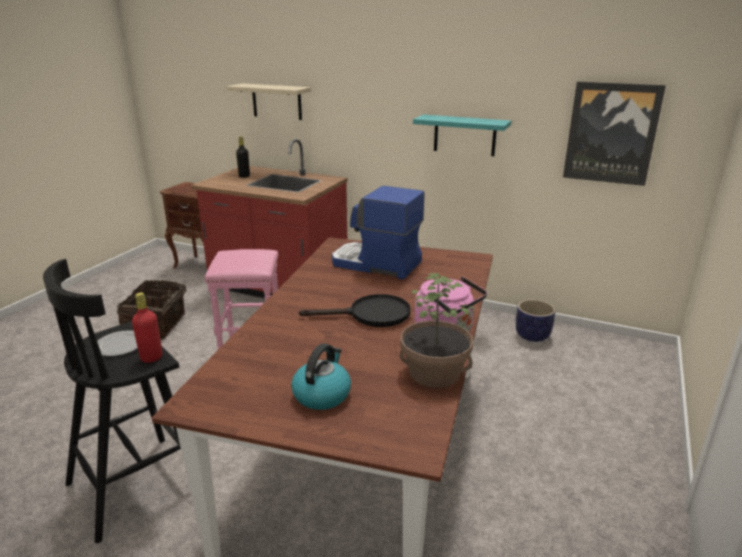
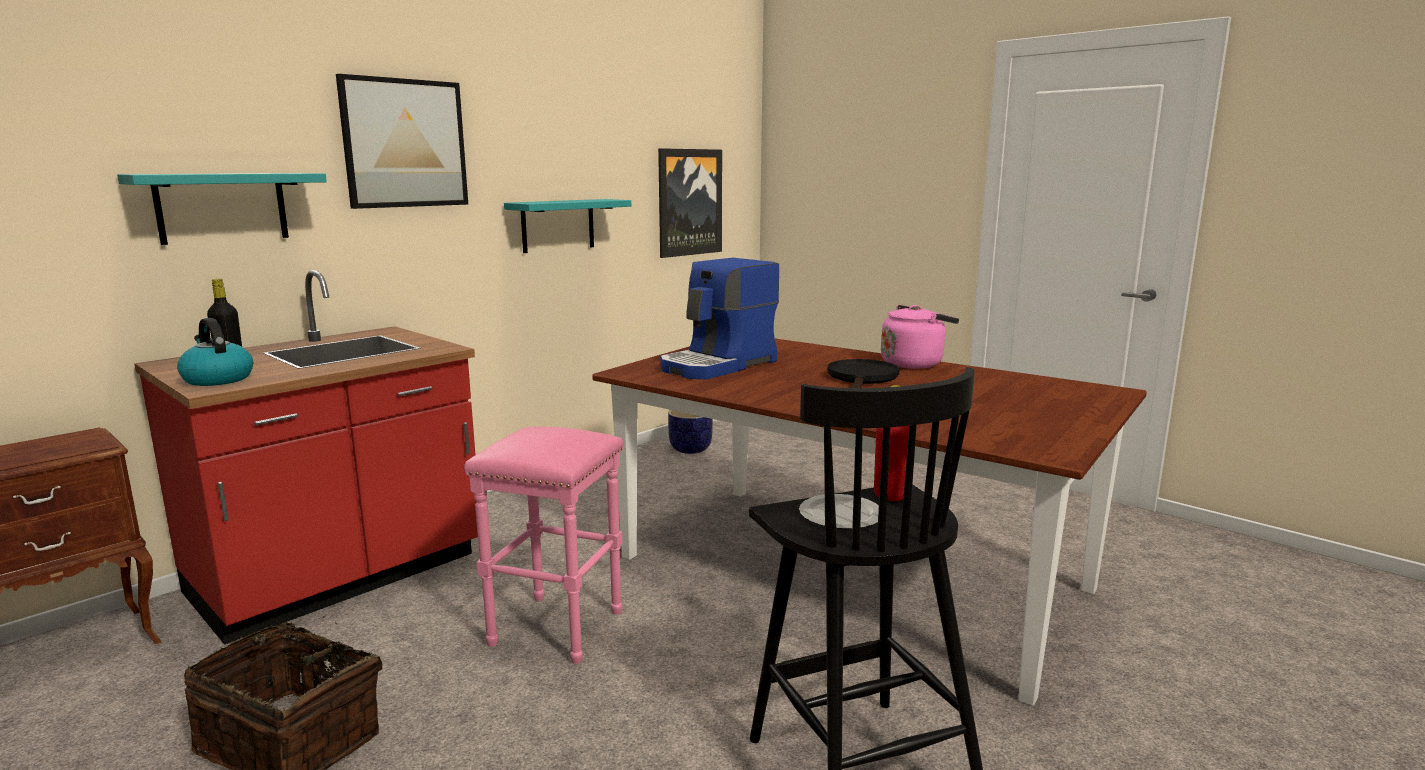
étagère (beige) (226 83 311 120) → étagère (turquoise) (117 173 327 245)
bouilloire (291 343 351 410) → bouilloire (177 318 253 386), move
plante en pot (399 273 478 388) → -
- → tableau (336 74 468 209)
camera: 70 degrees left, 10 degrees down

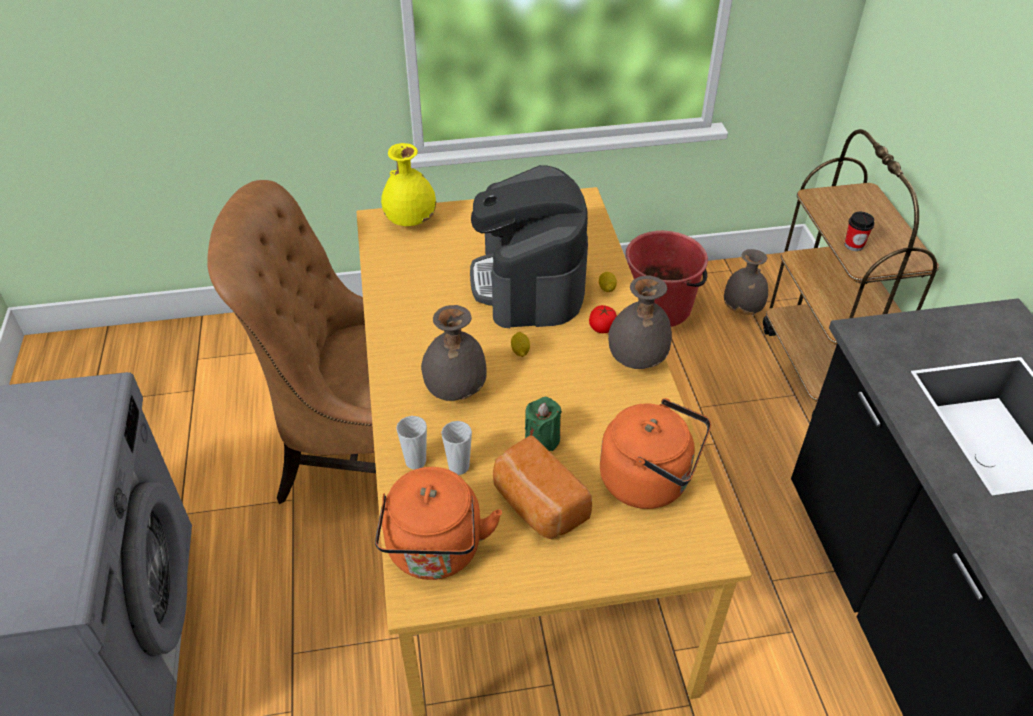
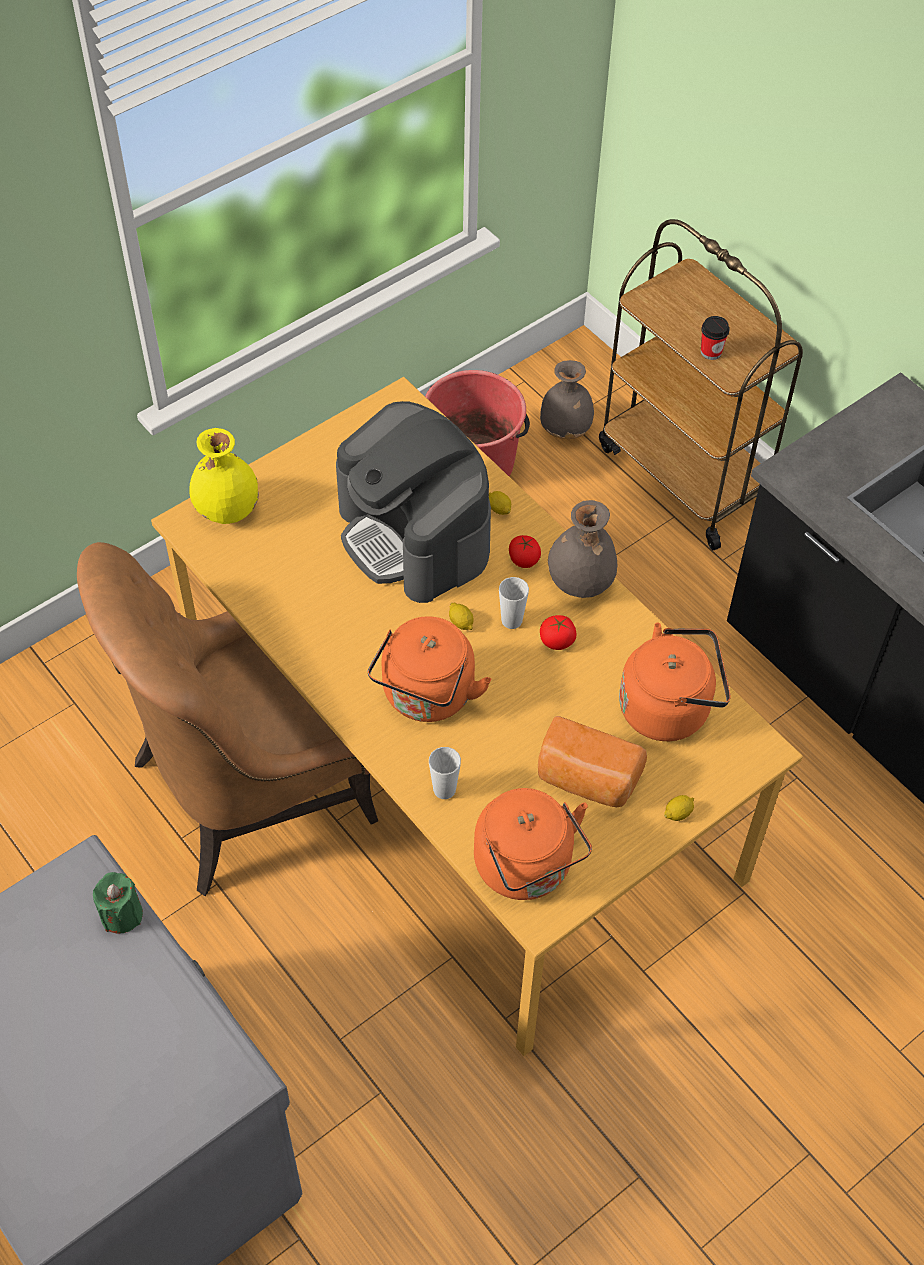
vase (gris) (421 305 487 401) → bouilloire (orange) (368 616 492 722)
tasse (441 421 472 475) → tasse (499 577 529 629), move
bougie (vert) (525 397 562 451) → bougie (vert) (93 872 143 933), move
- → tomate (540 615 576 650)
- → citron (664 795 694 821)
camera: 30 degrees left, 10 degrees up

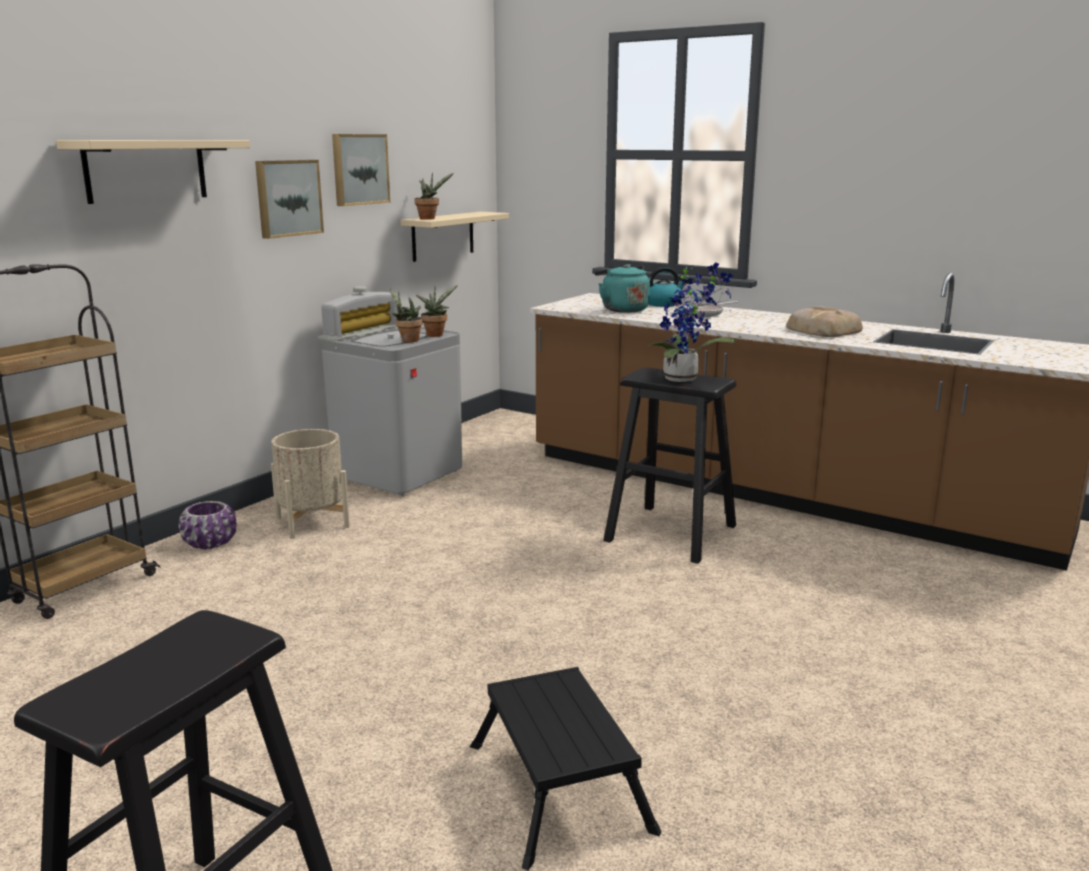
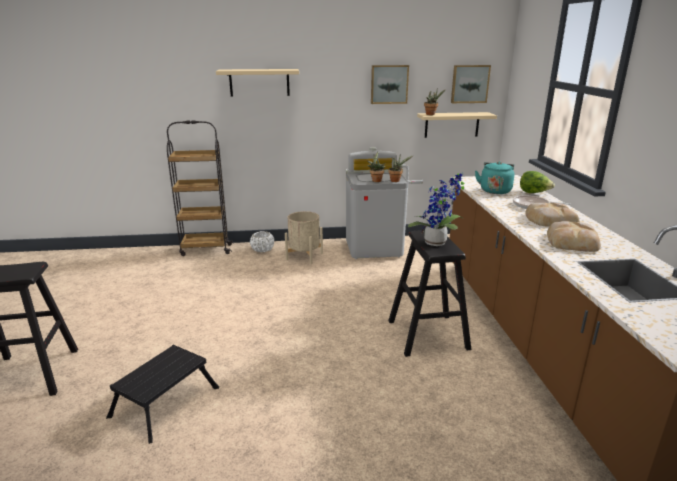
cache-pot (violet) (178 501 237 549) → cache-pot (blanc) (250 231 274 252)
tableau (255 160 324 239) → tableau (451 65 491 103), move
bouilloire (648 267 684 307) → laitue (520 171 555 193)
- → pain (525 203 580 227)
camera: 50 degrees right, 5 degrees up

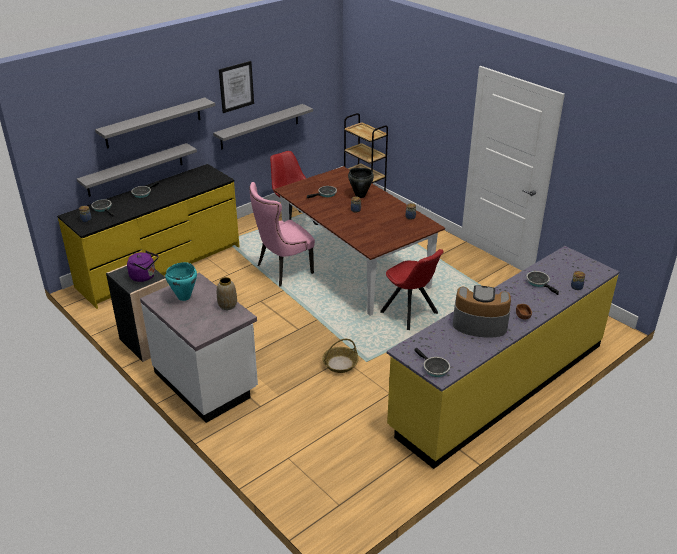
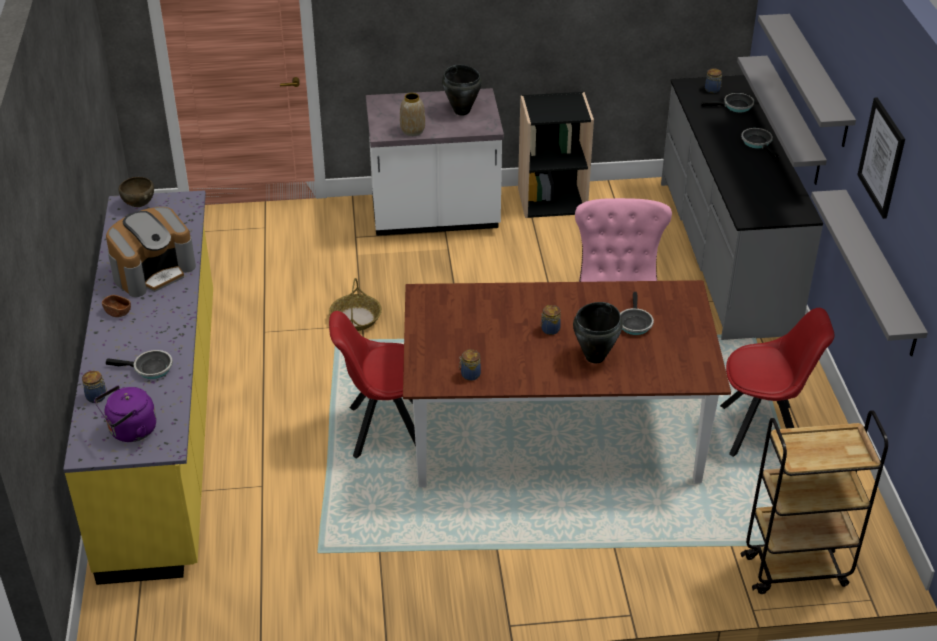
commode (jaune) (57 164 240 309) → commode (gris) (661 75 823 340)
bouilloire (violet) (127 251 158 282) → bouilloire (violet) (94 386 156 442), move
marmite (turquoise) (165 262 197 301) → marmite (noir) (442 65 482 116)
poêle (415 348 450 377) → bol (marron) (119 177 154 207)
camera: 125 degrees right, 5 degrees up

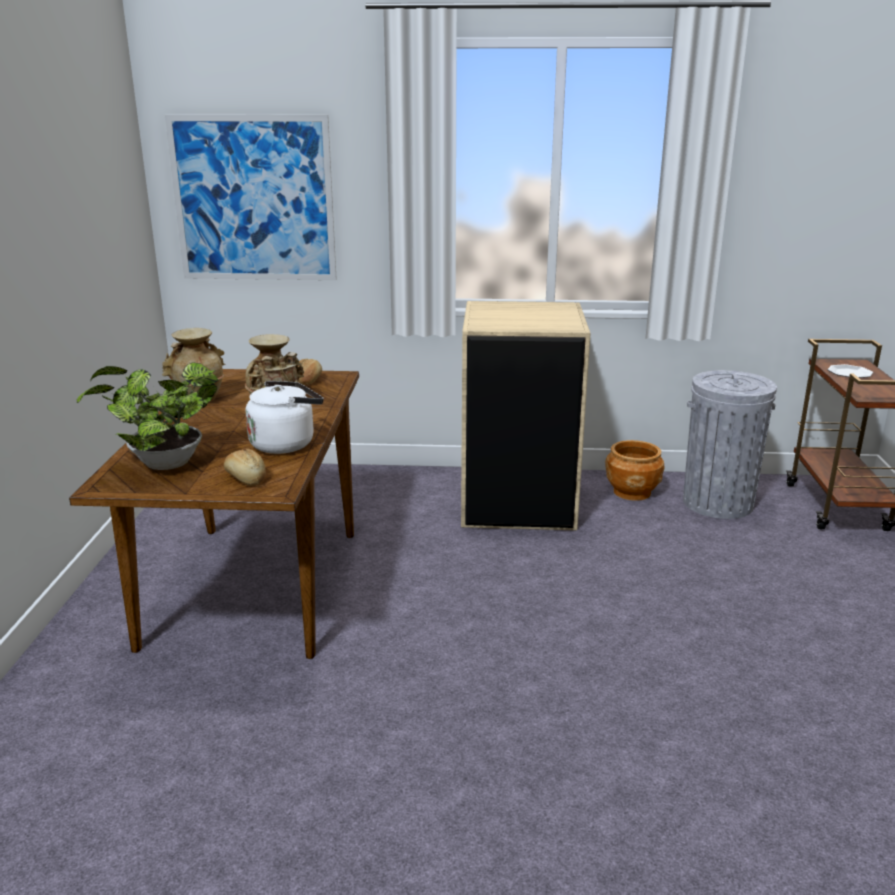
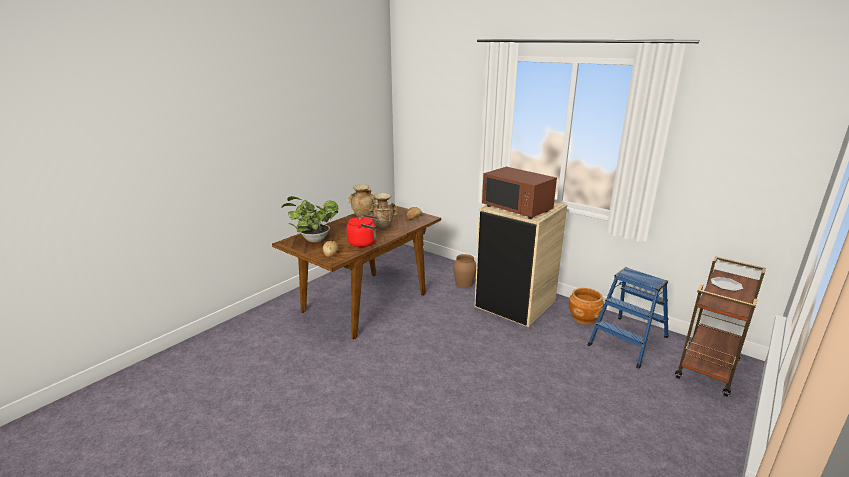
tableau (165 114 337 280) → -
bouilloire (blanc) (245 381 323 454) → bouilloire (rouge) (346 214 379 247)
poubelle (gris) (683 370 777 519) → escabeau (bleu) (587 267 669 369)
- → vase (marron) (453 254 476 288)
- → micro-ondes (marron) (482 167 557 219)
camera: 35 degrees right, 0 degrees up

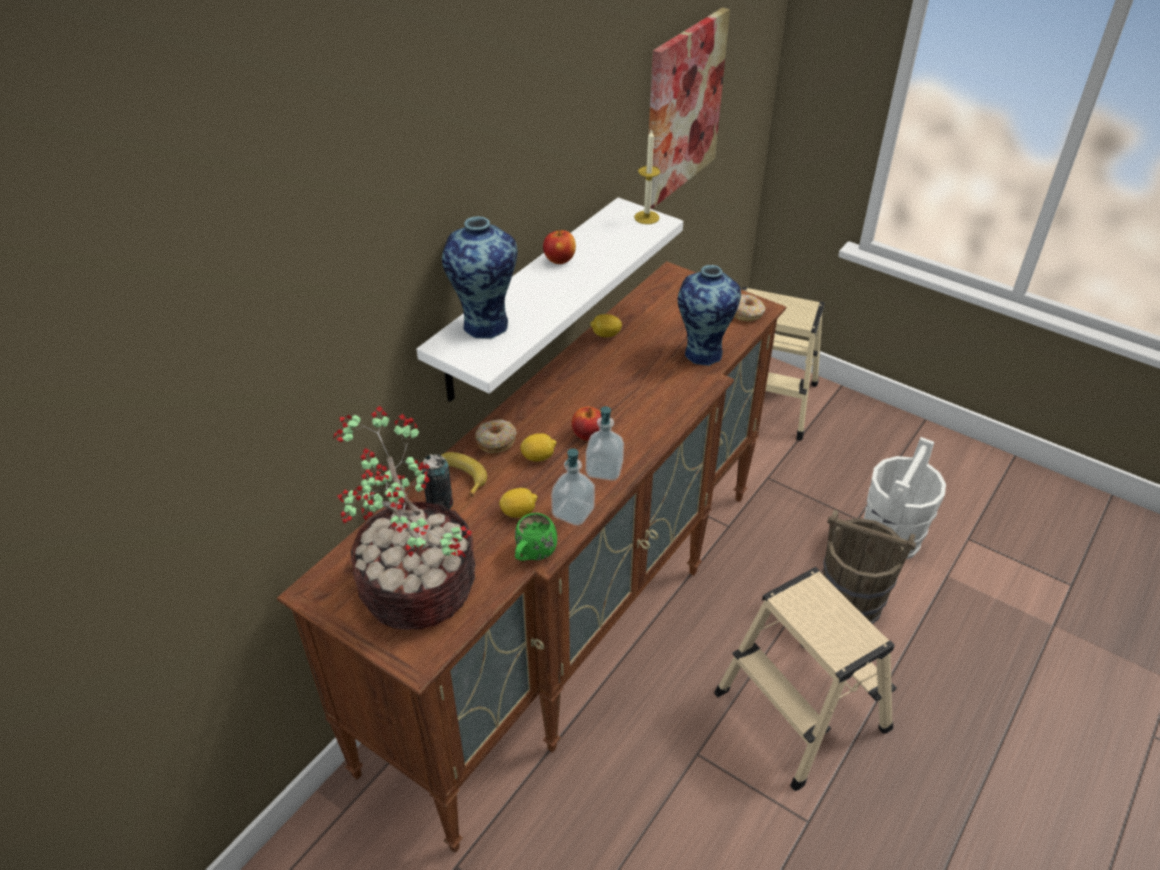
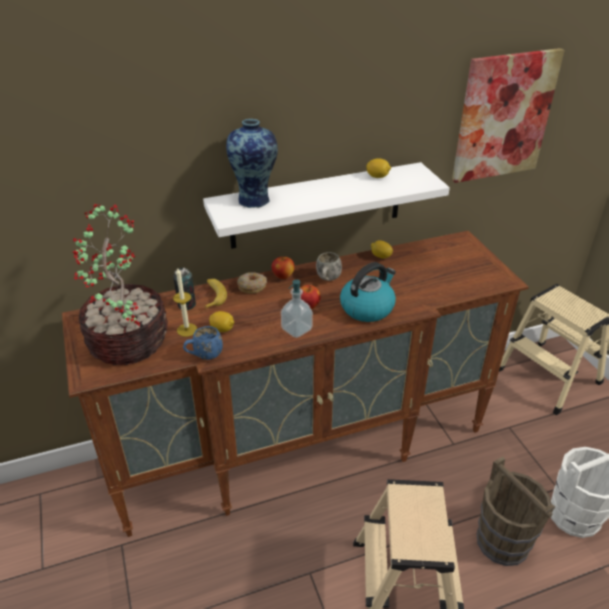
mug (vert) (515 513 557 561) → mug (bleu) (183 326 223 360)
citron (520 433 557 462) → citron (366 158 391 178), move
pomme (543 230 576 264) → pomme (272 257 295 279), move
distributeur de savon (551 448 595 526) → -
bougie (634 129 660 224) → bougie (173 268 197 337), move
vase (678 265 741 366) → -
beignet (734 294 766 321) → -
- → mug (blanc) (316 252 342 281)
- → bouilloire (340 262 396 322)
camera: 35 degrees right, 5 degrees down

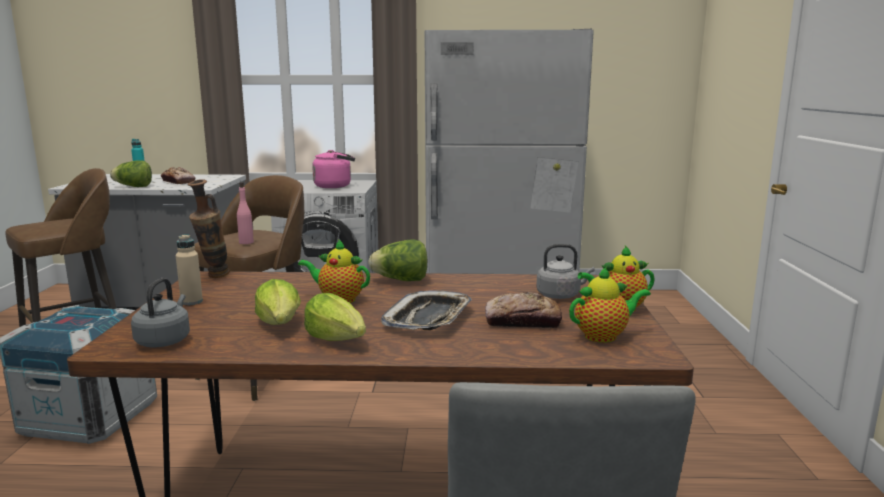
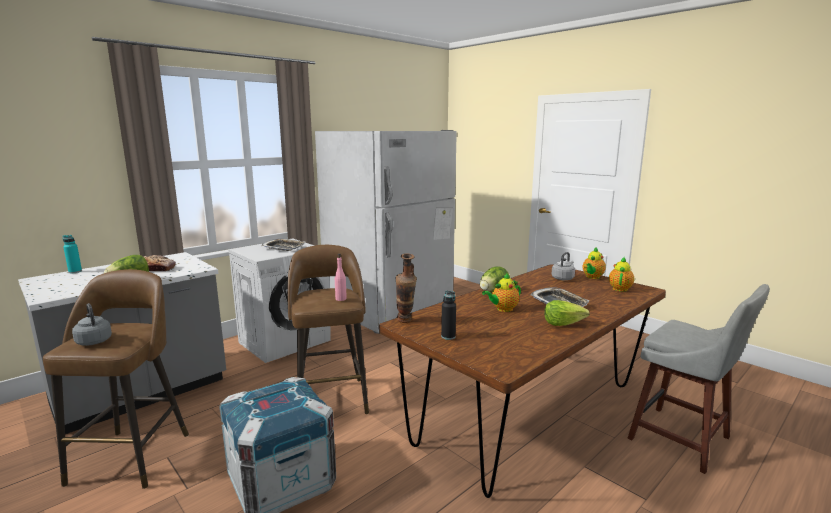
bouilloire (gris) (131 278 190 348) → bouilloire (gris) (72 303 112 346), move
bouteille (beige) (176 234 203 305) → bouteille (noir) (441 291 456 340)
laitue (255 279 301 325) → -
bouilloire (rose) (312 150 355 188) → plateau (261 239 305 251)
pain (485 292 562 329) → -
camera: 45 degrees left, 0 degrees up

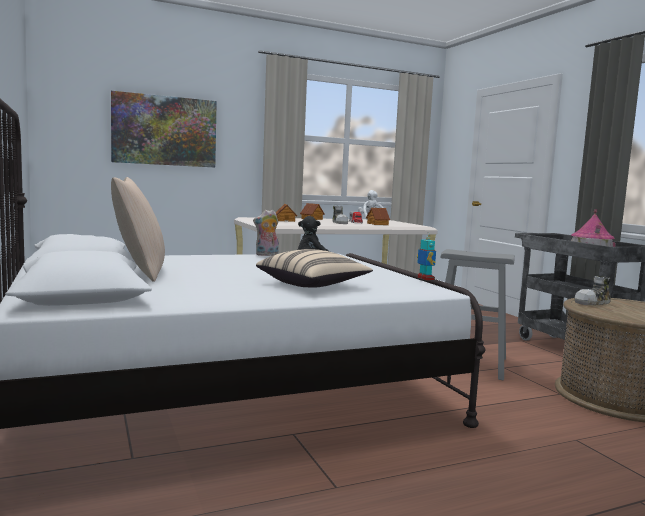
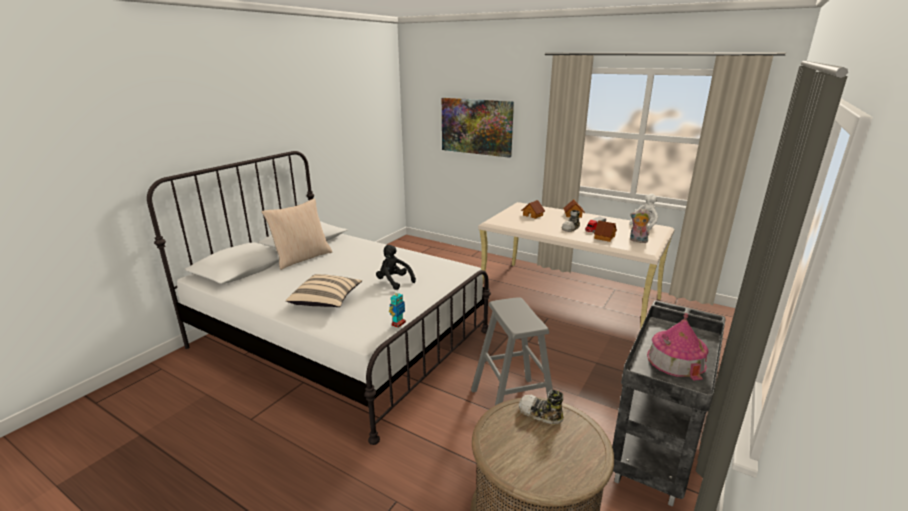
peluche (253 210 279 256) → peluche (630 208 651 243), move
camera: 55 degrees right, 15 degrees up

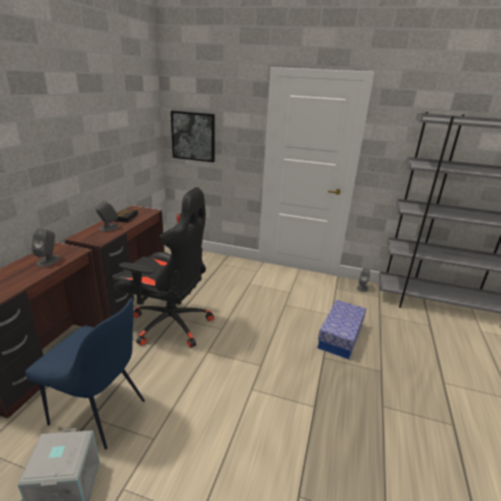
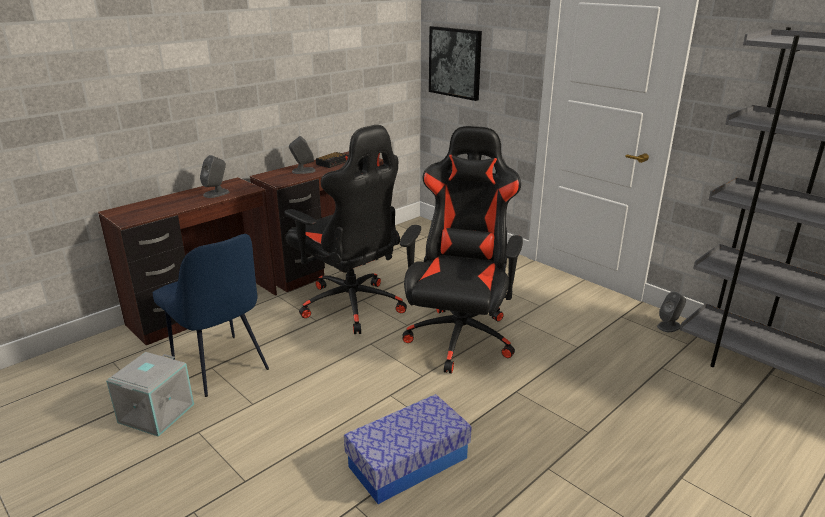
boîte de rangement (318 300 366 359) → boîte de rangement (344 394 472 504), move
- → chaise de bureau (noir) (400 126 523 374)
camera: 30 degrees right, 0 degrees up

